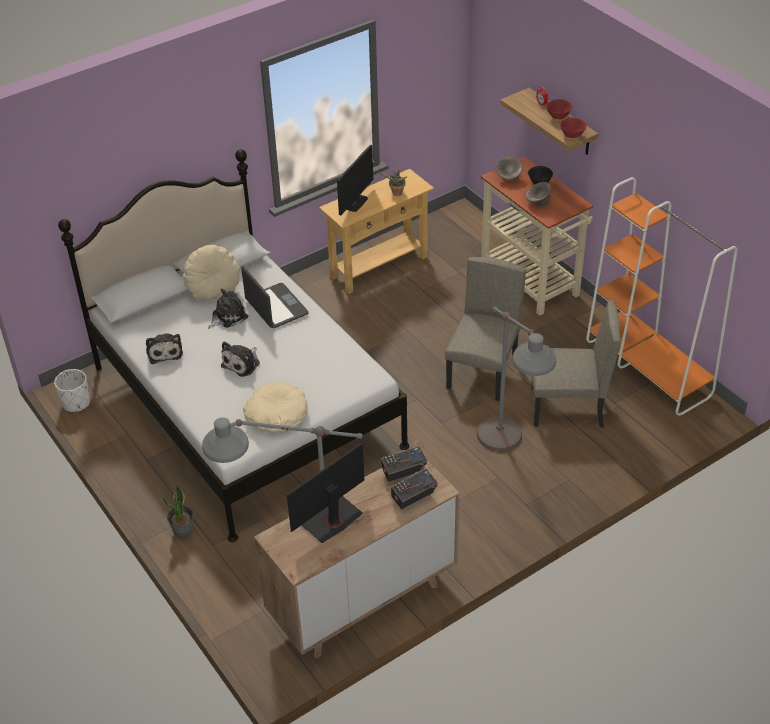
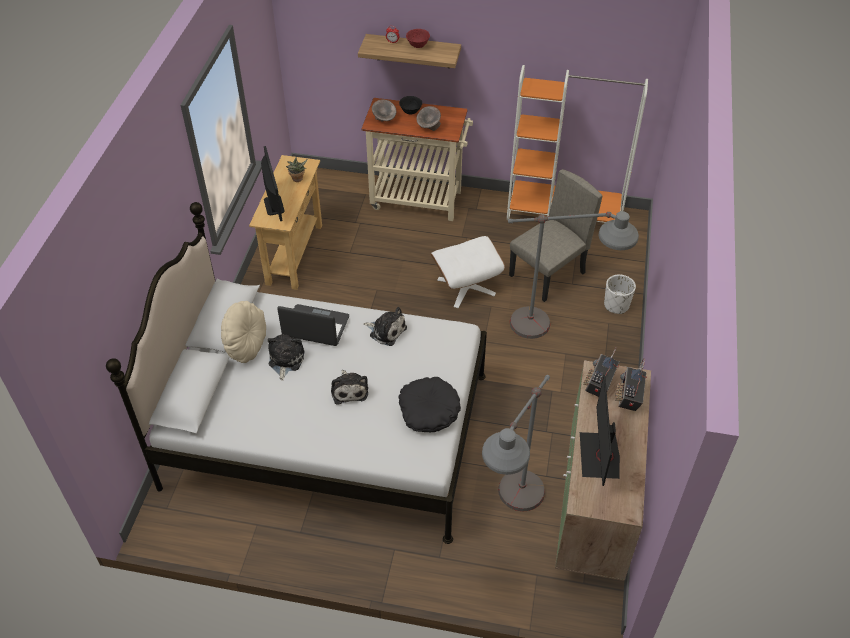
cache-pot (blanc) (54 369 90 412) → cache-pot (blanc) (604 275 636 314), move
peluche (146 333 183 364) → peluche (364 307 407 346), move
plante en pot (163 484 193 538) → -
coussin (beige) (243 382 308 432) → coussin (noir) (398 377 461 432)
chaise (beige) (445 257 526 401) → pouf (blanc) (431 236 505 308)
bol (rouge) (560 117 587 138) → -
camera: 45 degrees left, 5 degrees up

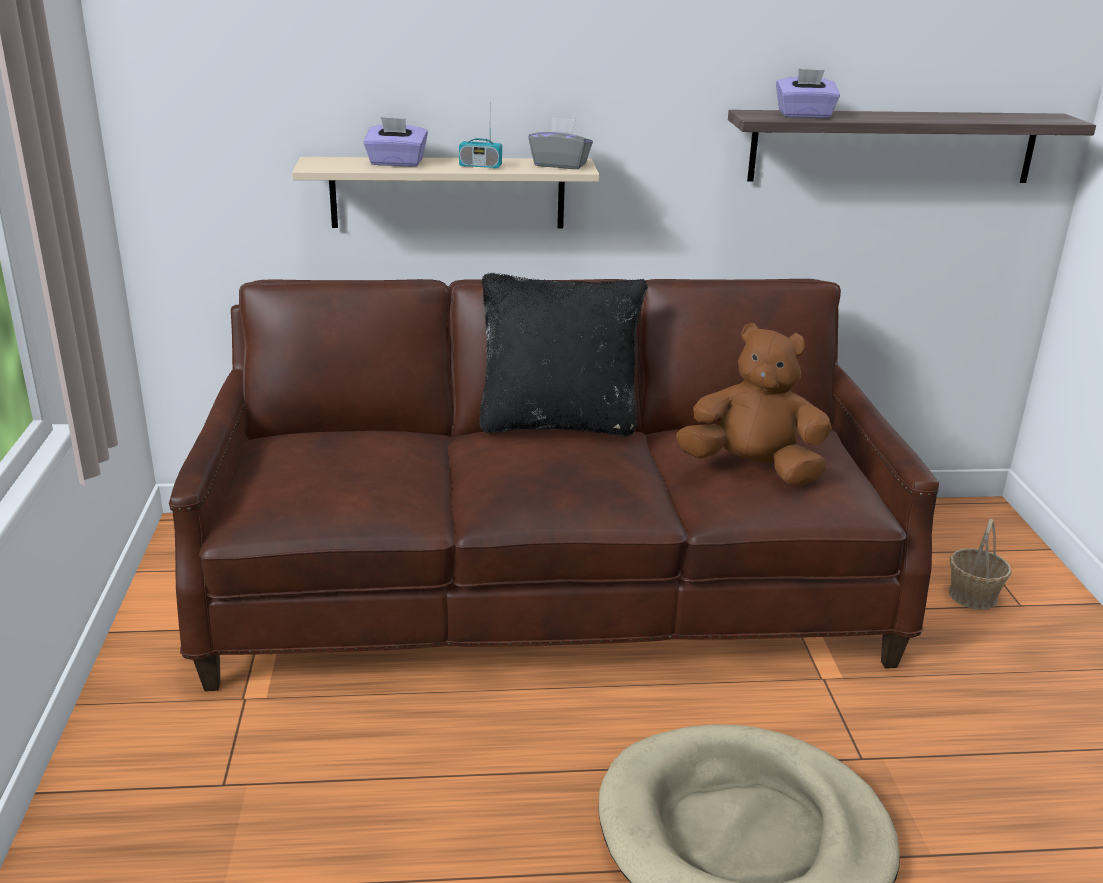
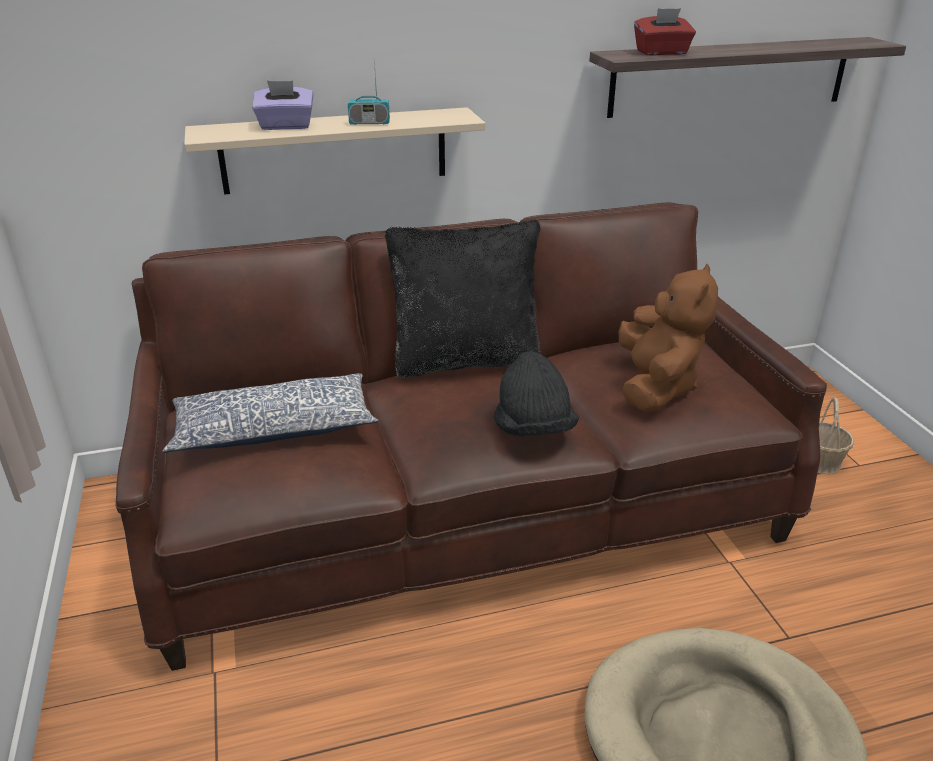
boîte à mouchoirs (gris) (528 117 593 169) → -
peluche (marron) (676 323 832 486) → peluche (marron) (619 263 718 412), 90 degrees clockwise
boîte à mouchoirs (violet) (776 69 840 118) → boîte à mouchoirs (rouge) (634 8 696 56)
- → coussin (163 373 379 453)
- → chapeau (noir) (494 351 579 436)
camera: 10 degrees left, 5 degrees up

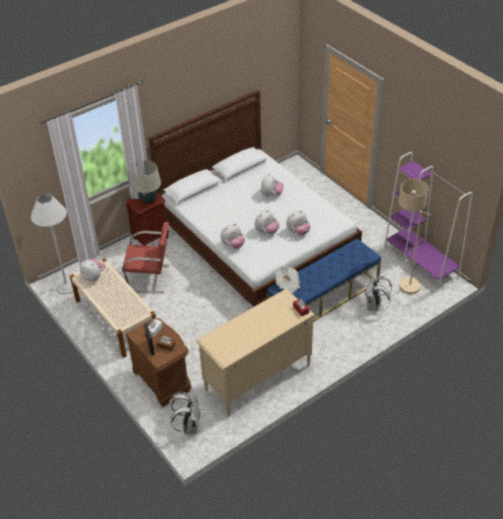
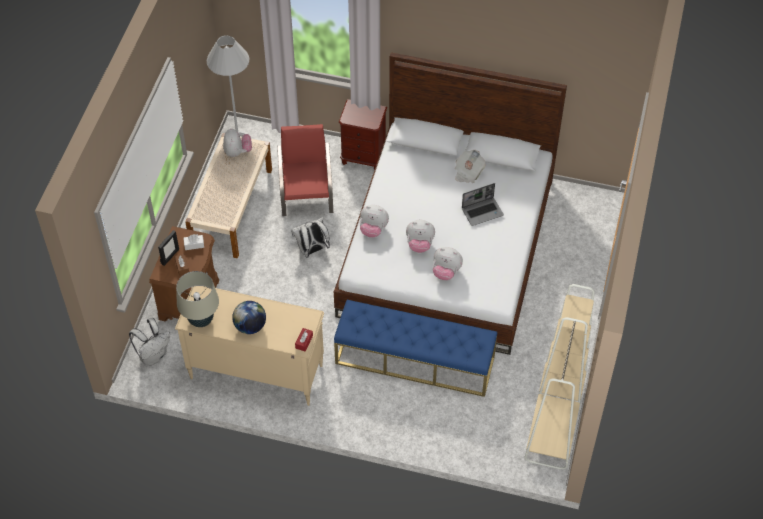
chaise (rouge) (122 222 169 294) → chaise (rouge) (277 124 333 216), 150 degrees counterclockwise
lampe de table (beige) (132 160 161 204) → lampe de table (beige) (176 271 219 327), move
peluche (261 174 283 197) → ordinateur portable (462 183 504 226)
journal (276 266 300 293) → journal (455 150 485 183), move
sac à dos (blanc) (365 276 392 311) → sac à dos (blanc) (291 217 330 258), move
portant (violet) (384 152 472 289) → portant (beige) (525 284 595 469)
lampadaire (beige) (398 179 431 294) → -
- → globe (232 301 266 334)
camera: 50 degrees right, 10 degrees up

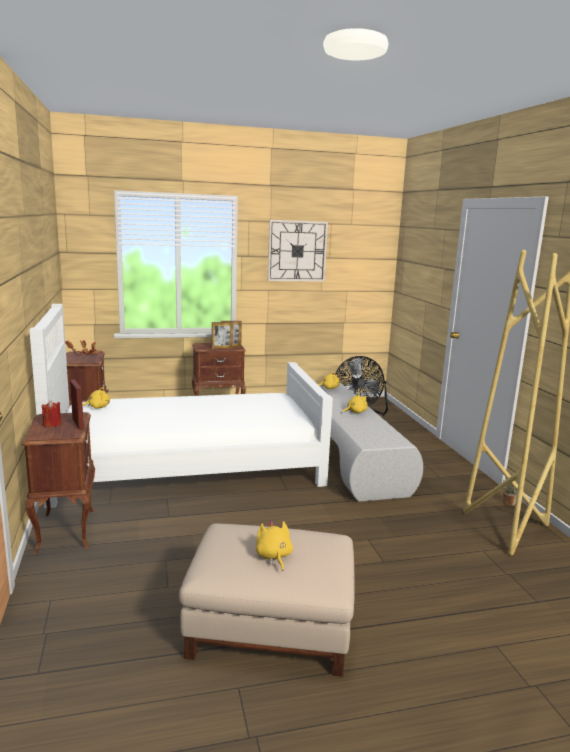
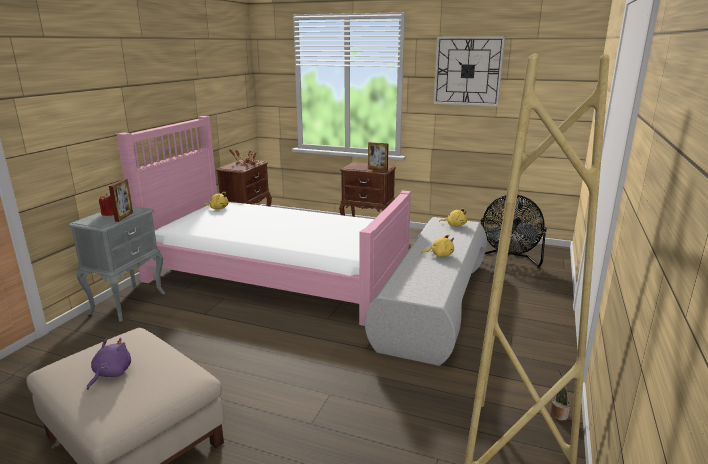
table de chevet (marron) (22 412 95 554) → table de chevet (gris) (68 206 165 322)
lit (blanc) (29 304 333 508) → lit (rose) (116 116 411 326)
cadre photo (212 322 233 349) → -
peluche (jaune) (256 520 293 571) → peluche (violet) (87 338 131 390)
camera: 35 degrees right, 5 degrees up

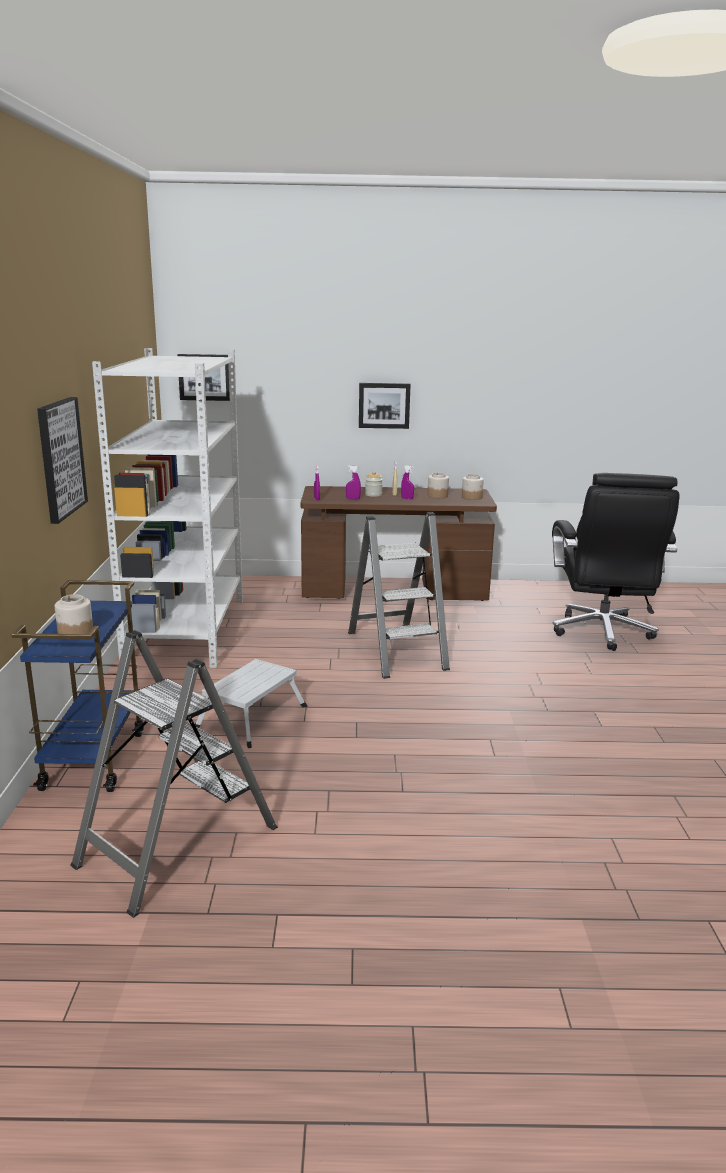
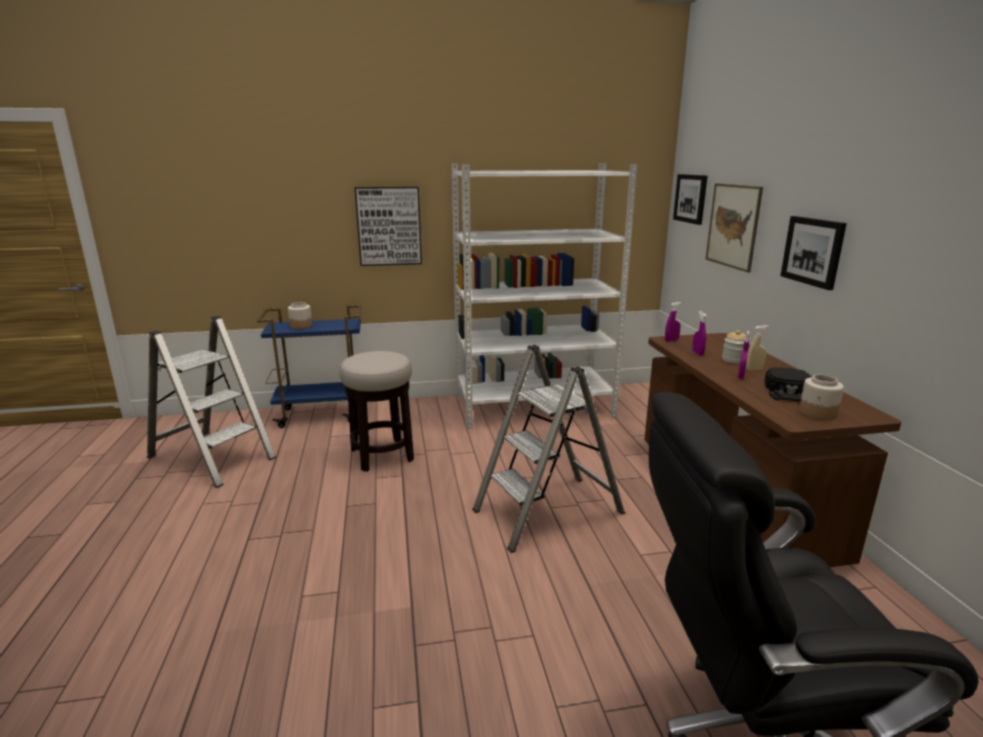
escabeau (blanc) (195 659 308 748) → tabouret (339 351 414 472)
bocal (427 472 449 498) → casquette (noir) (764 367 811 402)
- → tableau (706 183 763 272)
camera: 80 degrees right, 0 degrees up

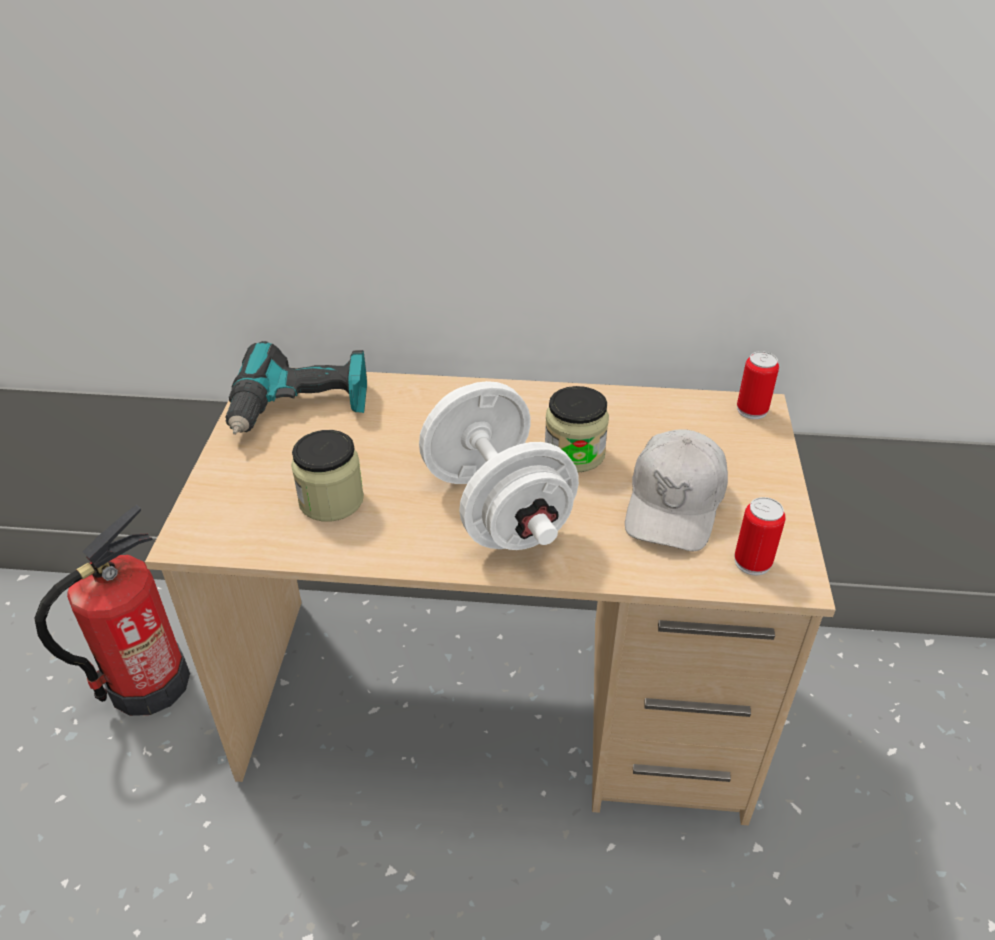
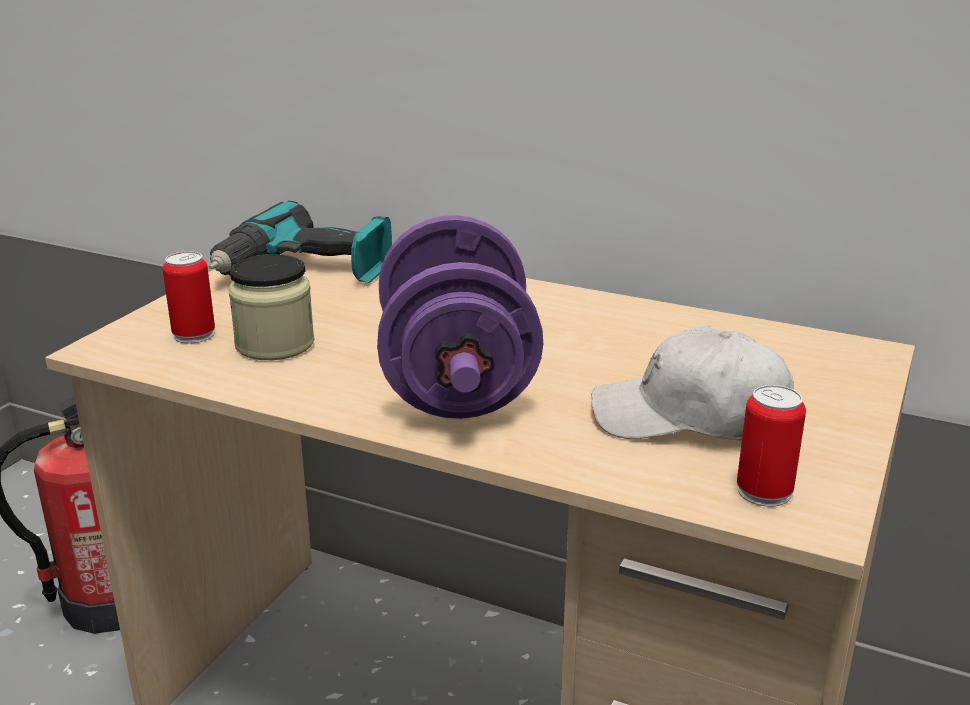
haltère (blanc) (419 381 579 550) → haltère (violet) (377 215 543 419)
bocal (545 386 609 472) → -
casquette (blanc) (625 429 728 552) → casquette (blanc) (591 326 794 440), 60 degrees clockwise
boîte métallique (737 351 779 419) → boîte métallique (163 251 215 344), move
camera: 20 degrees right, 15 degrees down

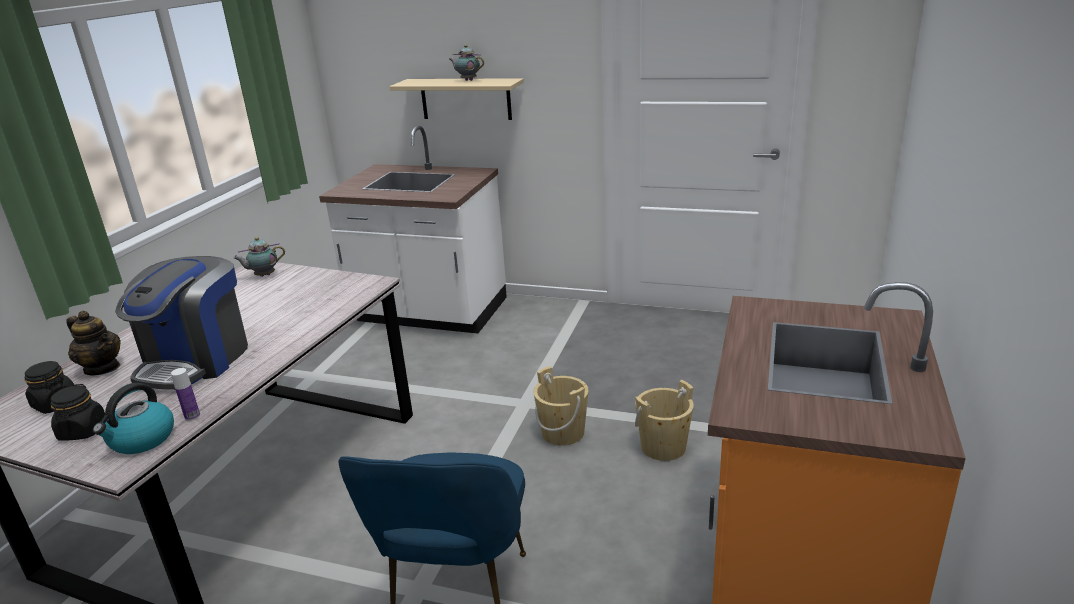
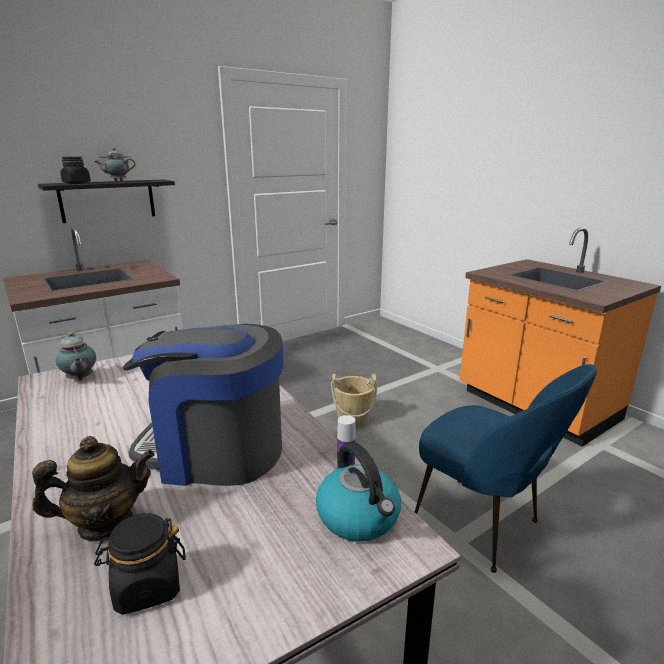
bocal (noir) (51 384 105 441) → bocal (noir) (60 157 91 184), move
machine à café (115 256 248 390) → machine à café (123 324 284 486), 135 degrees clockwise
théière (233 237 285 277) → théière (56 332 96 380), 45 degrees counterclockwise
étagère (beige) (389 78 524 120) → étagère (noir) (38 180 175 223)
seau (beige) (635 380 694 461) → -
camera: 55 degrees left, 5 degrees down

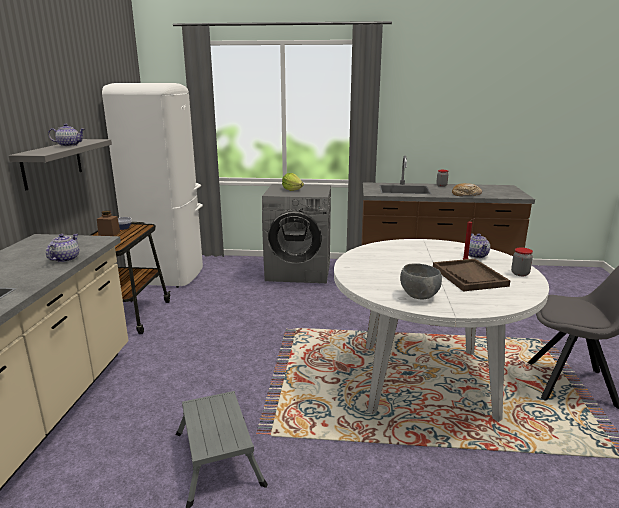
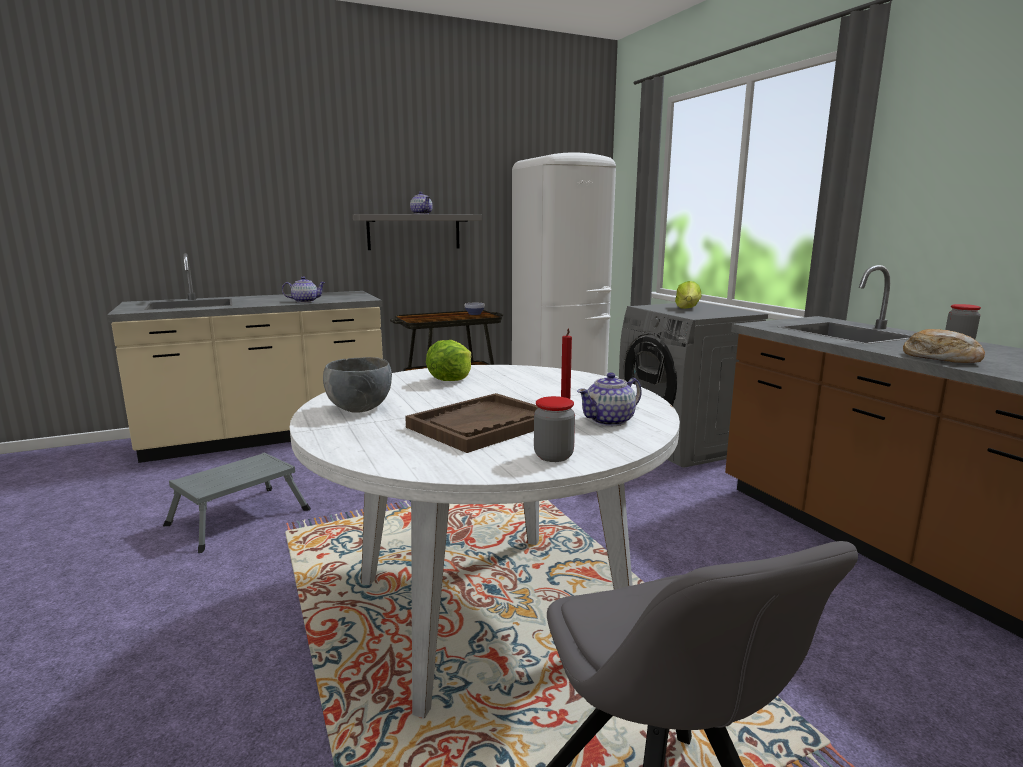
bocal (marron) (97 210 120 236) → -
- → laitue (426 340 472 381)
camera: 60 degrees right, 5 degrees down

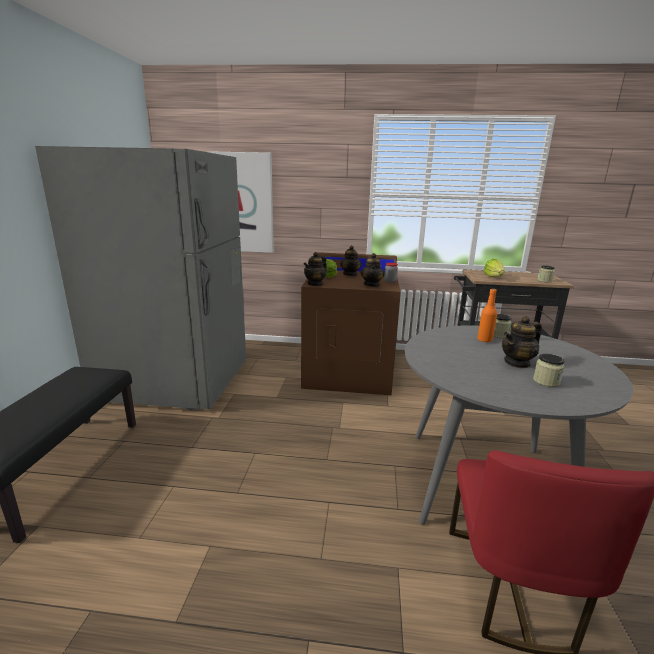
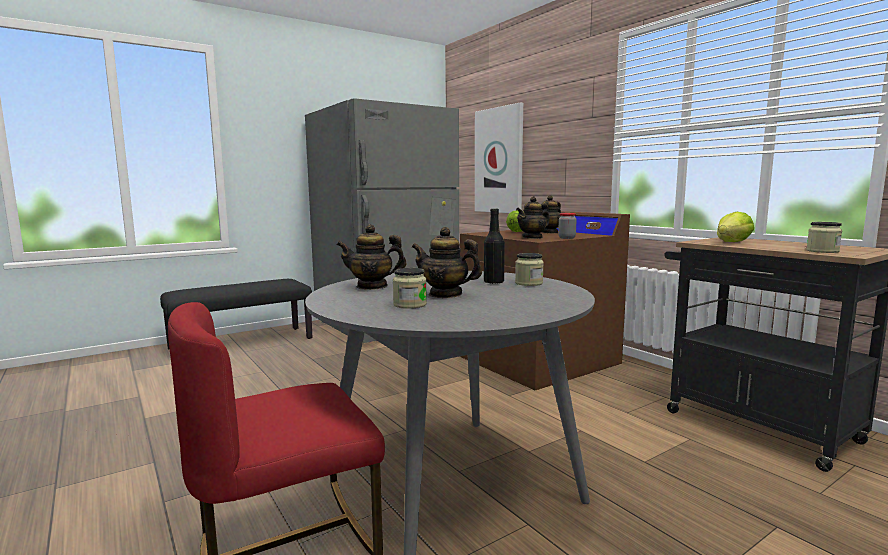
théière (304 252 327 286) → théière (337 224 407 290), move
bouteille (orange) (478 289 498 342) → bouteille (noir) (484 209 505 284)
camera: 50 degrees right, 10 degrees down

